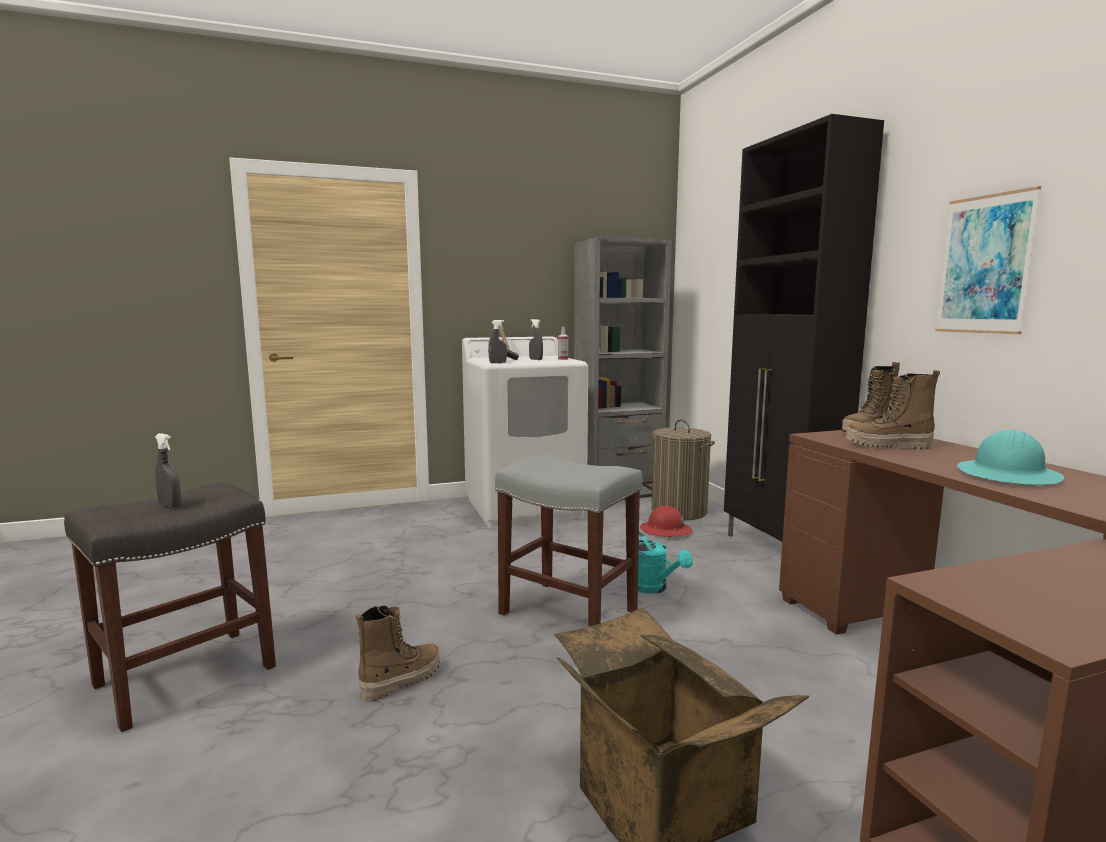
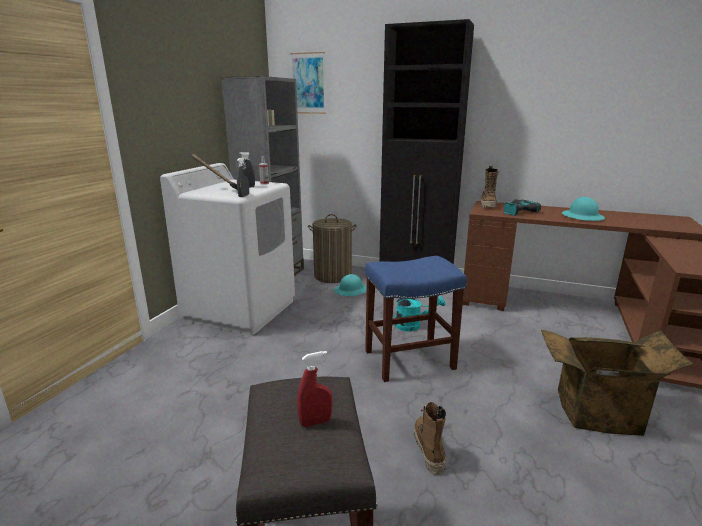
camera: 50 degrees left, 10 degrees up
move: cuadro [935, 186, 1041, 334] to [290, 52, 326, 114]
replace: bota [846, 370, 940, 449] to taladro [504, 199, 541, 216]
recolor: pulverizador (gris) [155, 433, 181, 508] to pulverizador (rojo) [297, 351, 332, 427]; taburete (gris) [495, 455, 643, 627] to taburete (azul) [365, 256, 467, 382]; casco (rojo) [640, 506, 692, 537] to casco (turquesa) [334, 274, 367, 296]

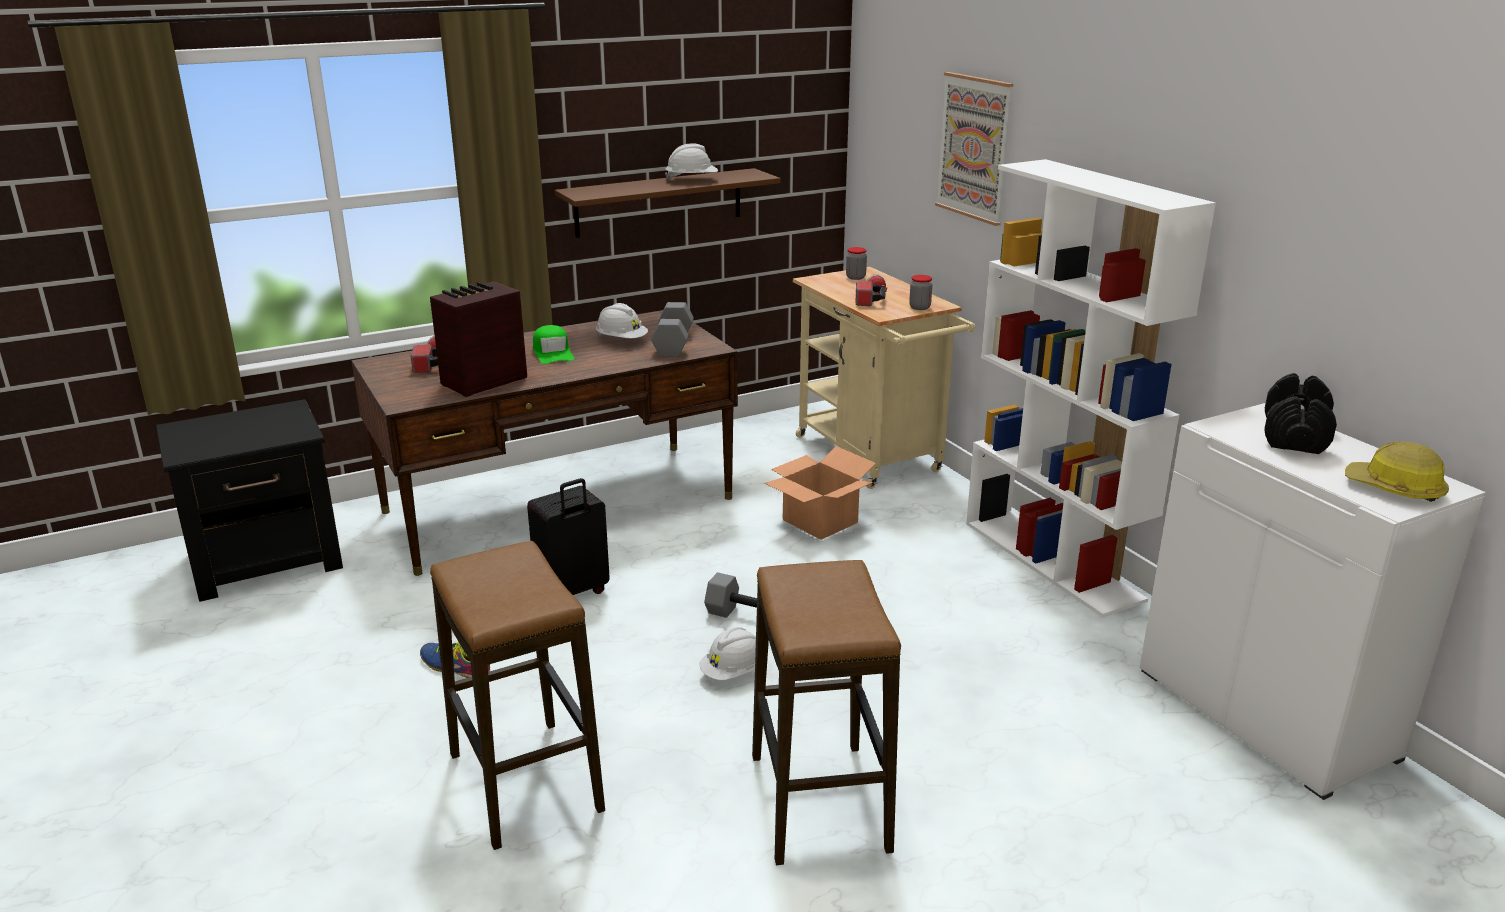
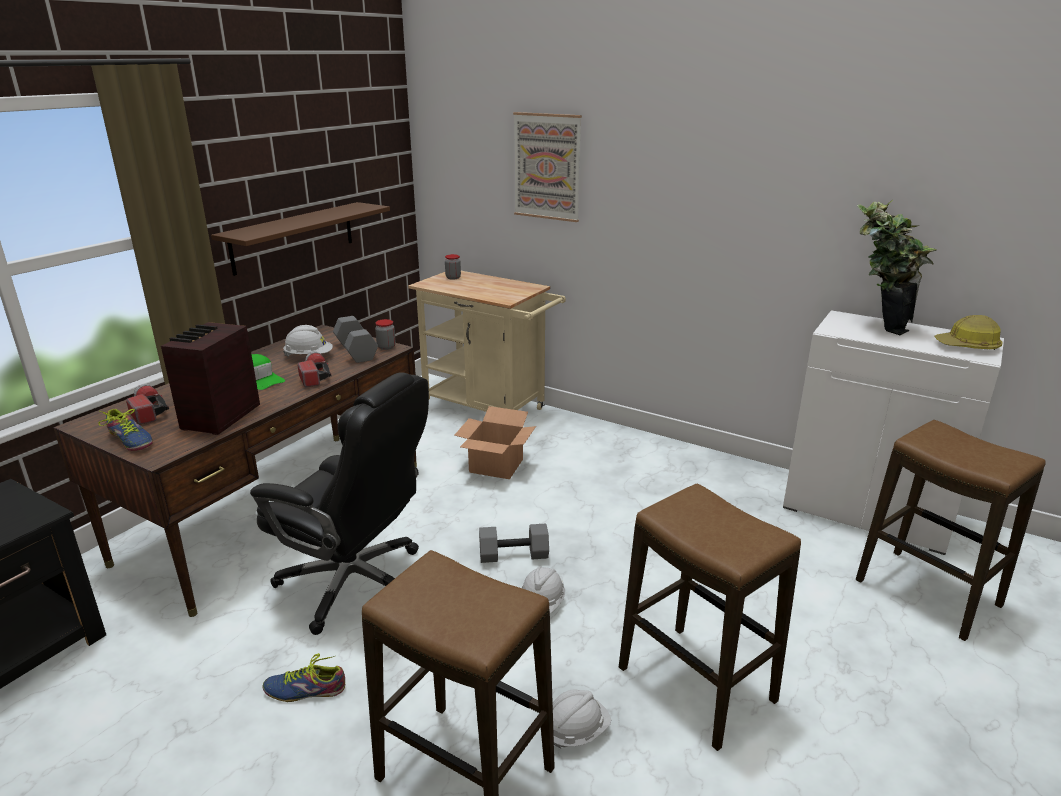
camera: 30 degrees left, 0 degrees up
delete: estantería (blanco) [966, 159, 1216, 618]
insert: zapato [98, 409, 153, 451]; taburete [856, 420, 1046, 641]
move: casco (blanco) [665, 143, 718, 181] to [553, 689, 611, 748]; linterna [856, 274, 887, 306] to [297, 351, 332, 387]; tarro [909, 275, 932, 310] to [375, 319, 396, 350]
replace: mancuerna (negro) [1265, 373, 1337, 454] to planta en maceta [857, 200, 936, 335]; maleta (negro) [527, 478, 610, 595] to silla de oficina (negro) [250, 372, 429, 635]

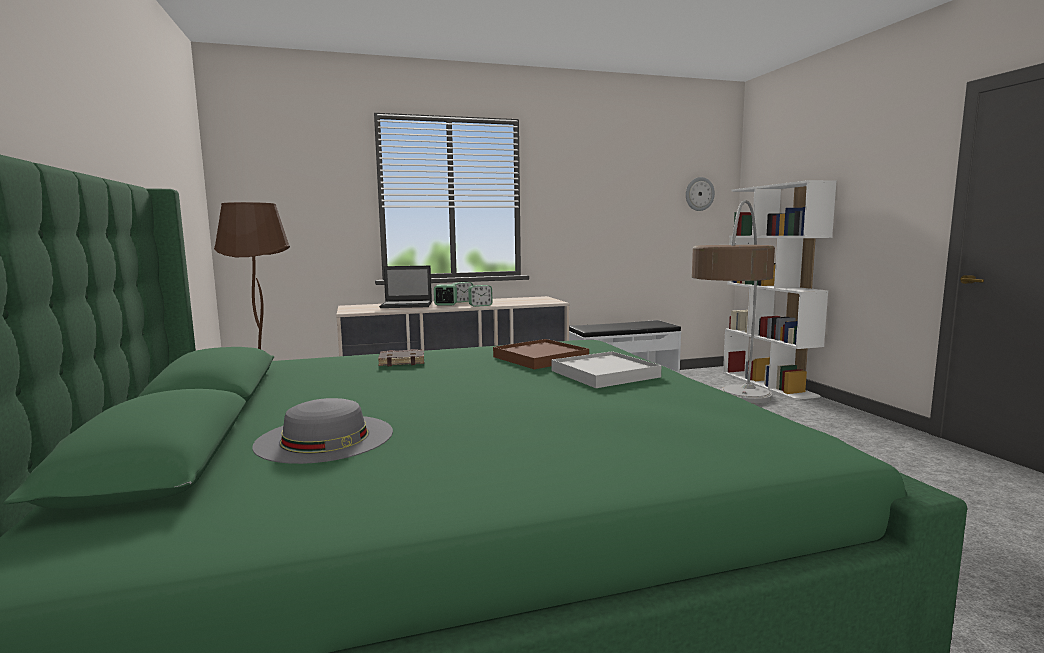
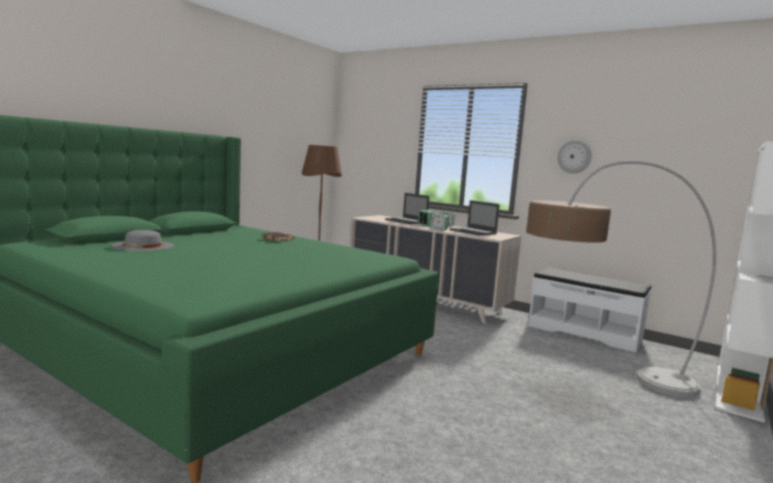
camera: 50 degrees right, 0 degrees up
delete: bandeja (marrón) [493, 339, 589, 369]; bandeja (blanco) [552, 351, 661, 388]
insert: portátil [450, 200, 500, 236]
move: reloj de pared [686, 177, 715, 211] to [557, 140, 591, 174]

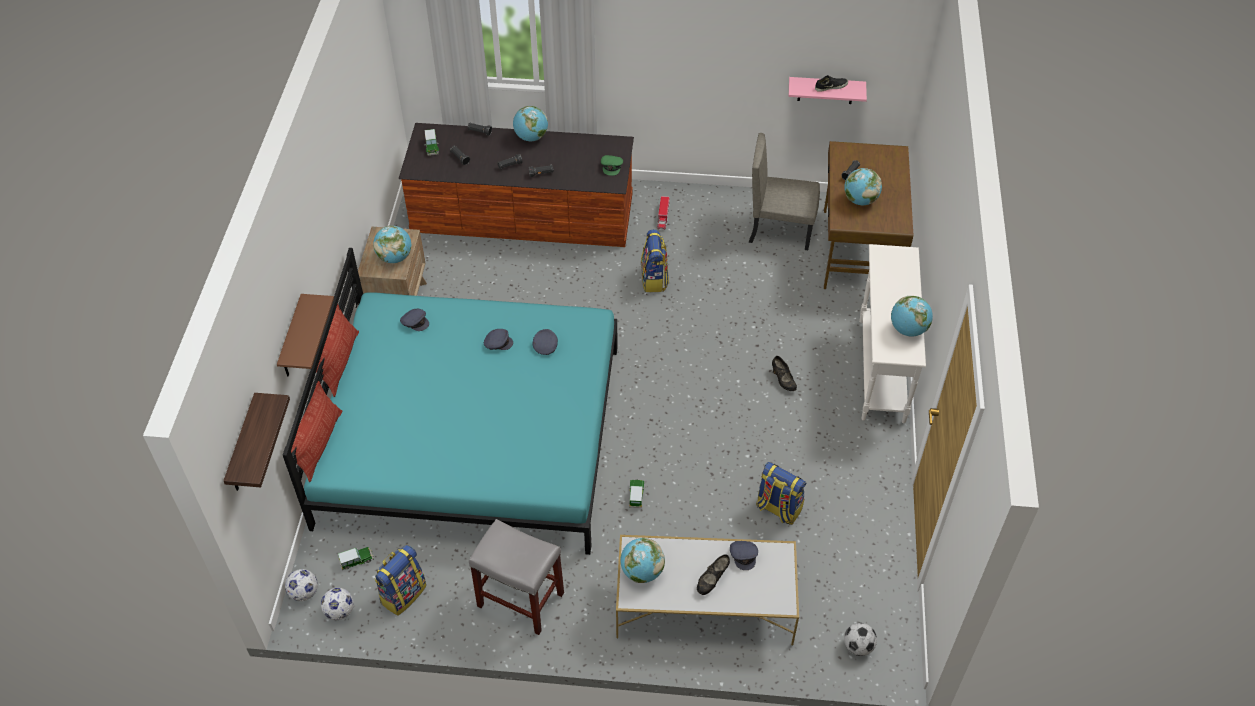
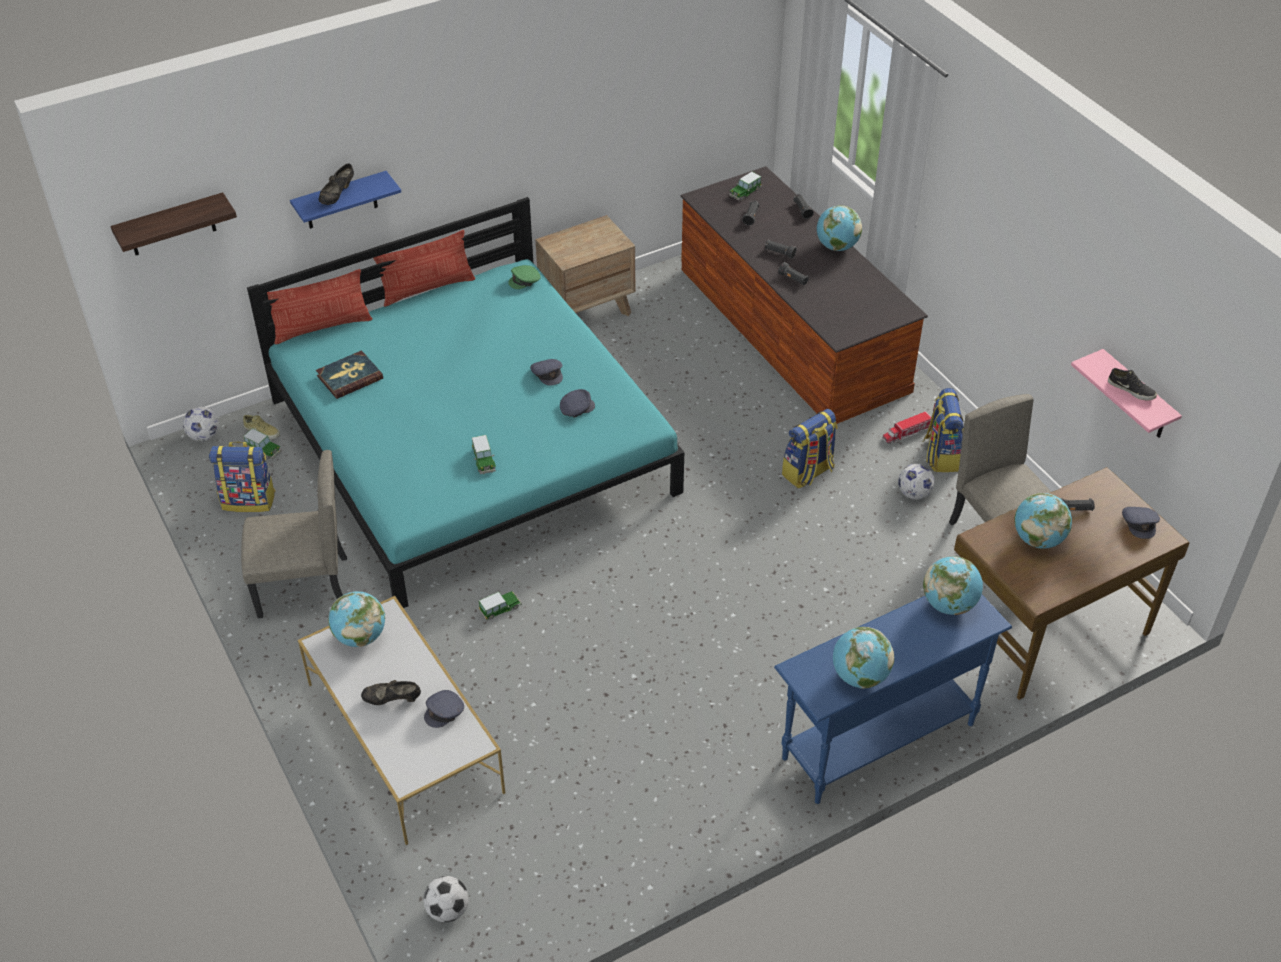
camera: 55 degrees right, 5 degrees down
insert: libro [316, 350, 383, 399]; zapato (beis) [243, 415, 280, 439]; coche de juguete [472, 435, 496, 474]
move: gorra (verde) [601, 155, 623, 176] to [508, 265, 541, 289]; globo terráqueo [373, 225, 411, 263] to [923, 556, 983, 615]; gorra (gris) [400, 309, 429, 331] to [1122, 507, 1160, 539]; zapato (negro) [772, 356, 797, 391] to [318, 163, 354, 205]; mochila [756, 462, 806, 525] to [923, 388, 964, 472]; balón de fútbol [321, 588, 354, 620] to [898, 464, 935, 499]
replace: taburete (gris) [469, 519, 564, 635] to silla (beis) [241, 450, 347, 618]
recolor: mesa consola (blanco) [859, 244, 926, 424] to mesa consola (azul) [774, 595, 1012, 804]; estante (marrón) [277, 294, 334, 376] to estante (azul) [290, 171, 401, 229]

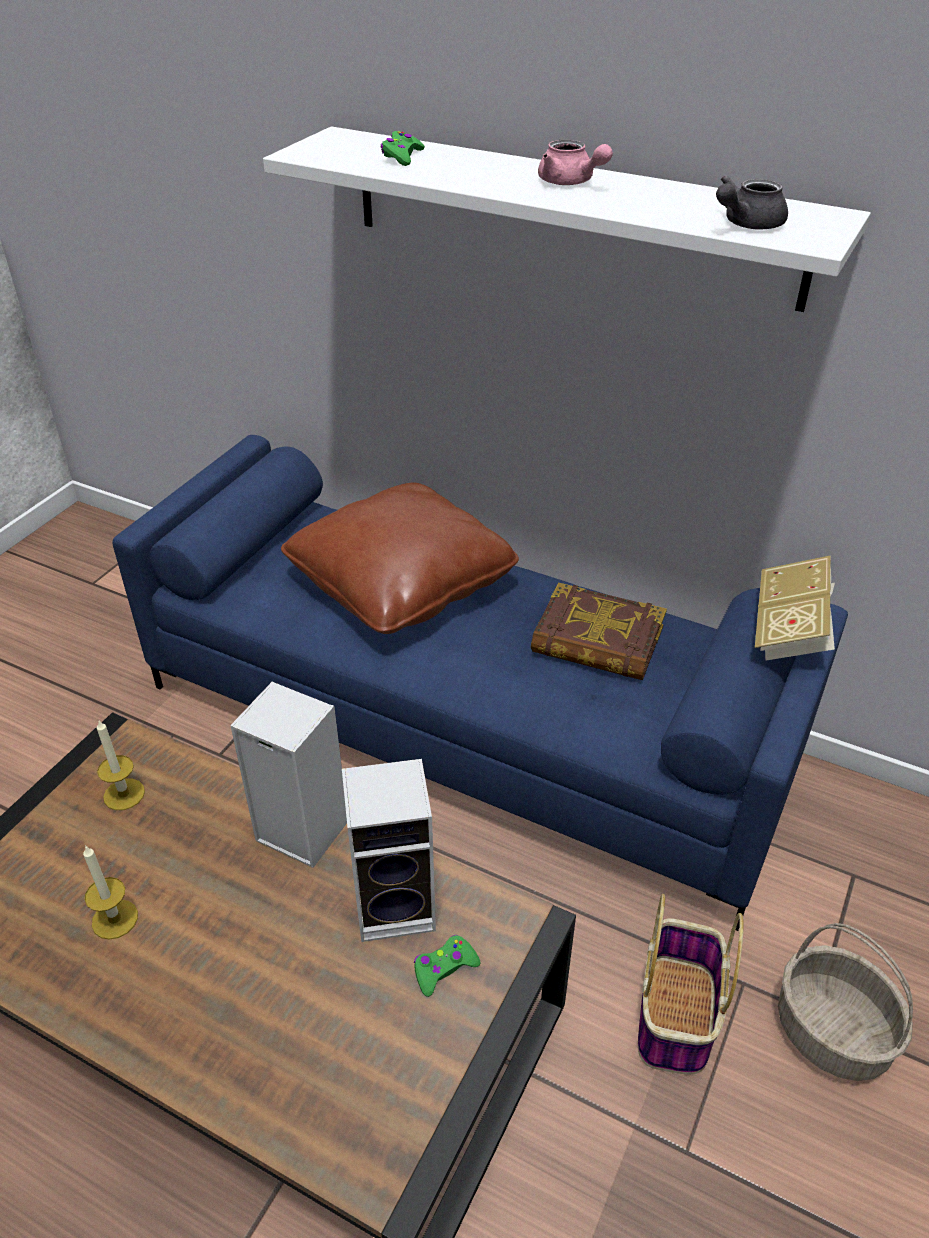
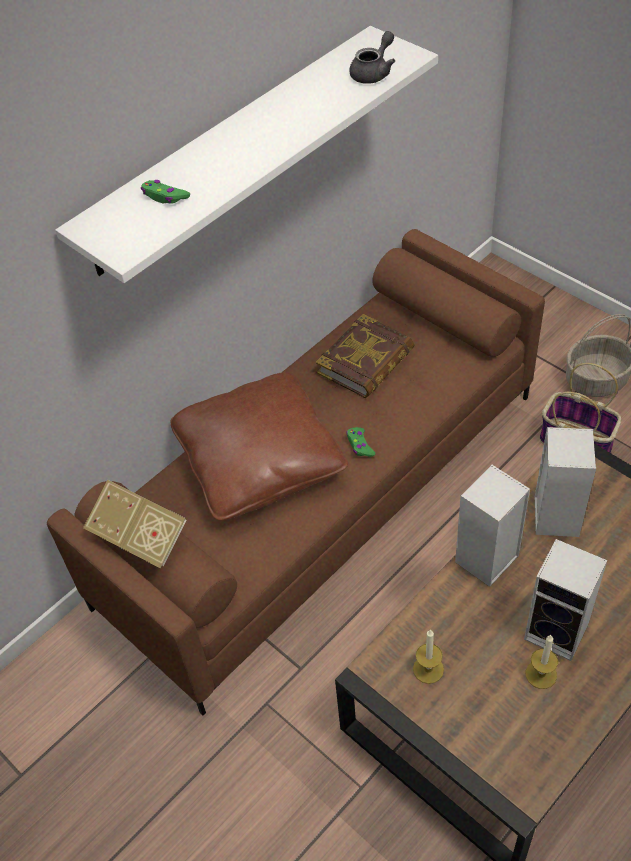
camera: 70 degrees left, 10 degrees up
delete: tetera (rosa) [538, 139, 613, 185]
insert: altavoz [524, 539, 607, 661]
move: libro [755, 556, 835, 660] to [83, 480, 186, 568]; mando de consola (verde) [414, 935, 480, 997] to [346, 427, 375, 457]
recolor: sofá (azul) [113, 435, 848, 931] to sofá (marrón) [47, 229, 545, 716]
rotate: tetera (gris) [716, 175, 788, 230] = [349, 31, 395, 84] 120 degrees counterclockwise

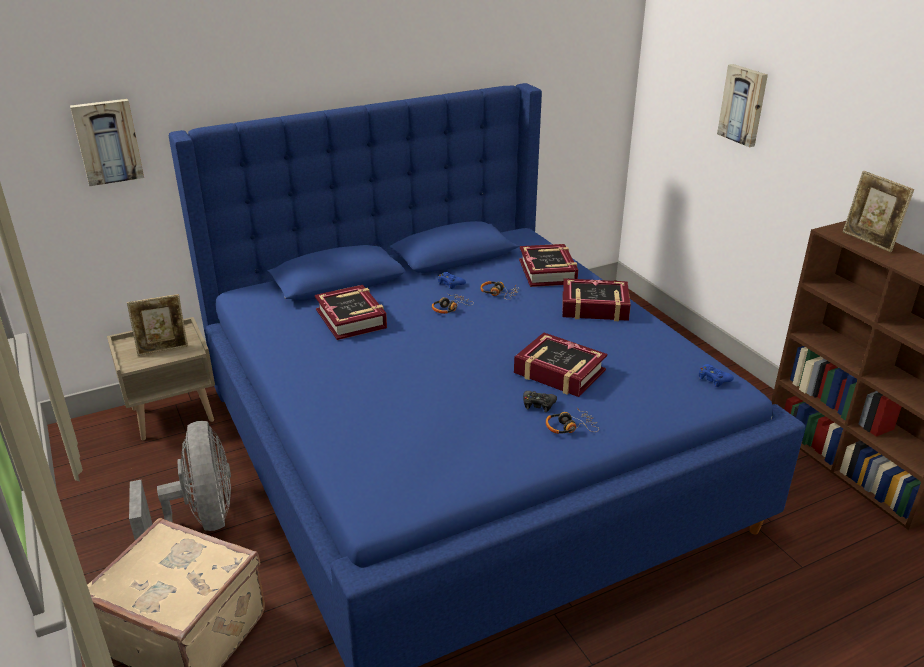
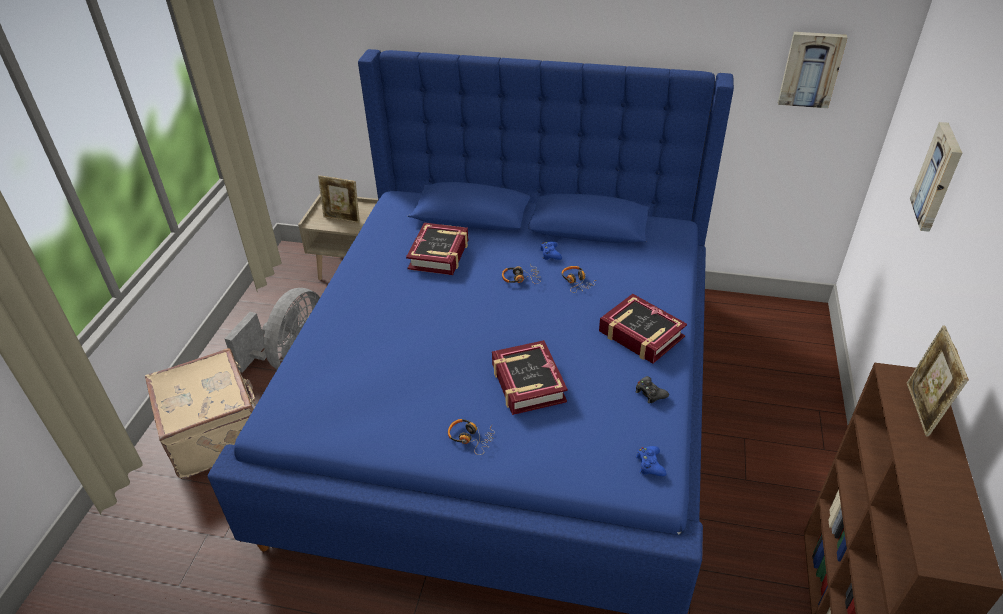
camera: 40 degrees right, 10 degrees up
delete: libro [519, 244, 578, 287]
move: cuadro [70, 99, 144, 186] to [778, 32, 848, 108]; mando de consola (negro) [523, 391, 557, 412] to [636, 376, 669, 403]

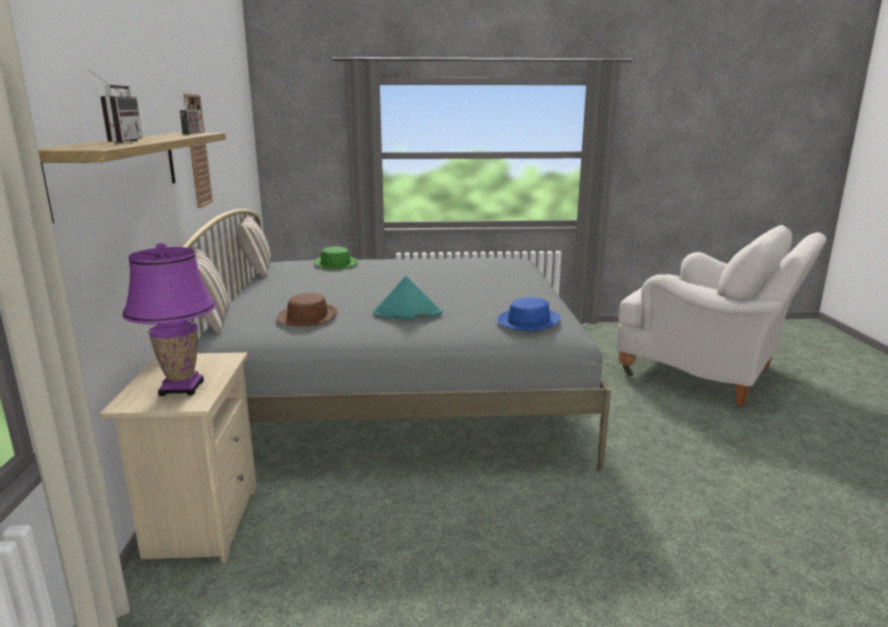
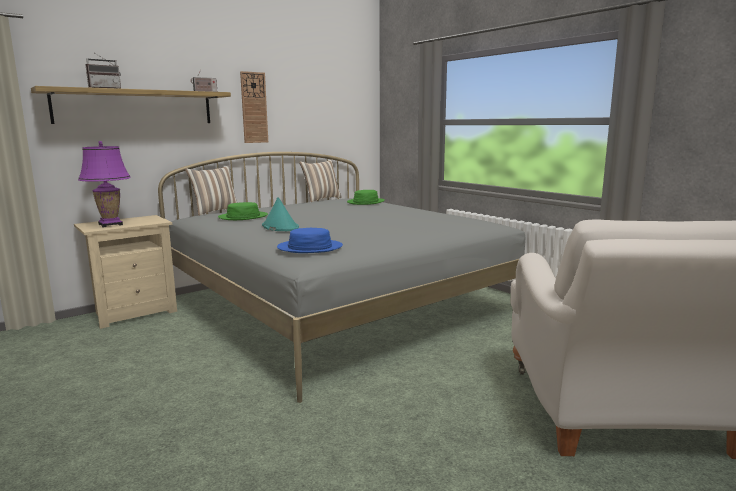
camera: 55 degrees right, 5 degrees down
recolor: sombrero (marrón) [277, 293, 338, 326] to sombrero (verde) [218, 202, 268, 220]

